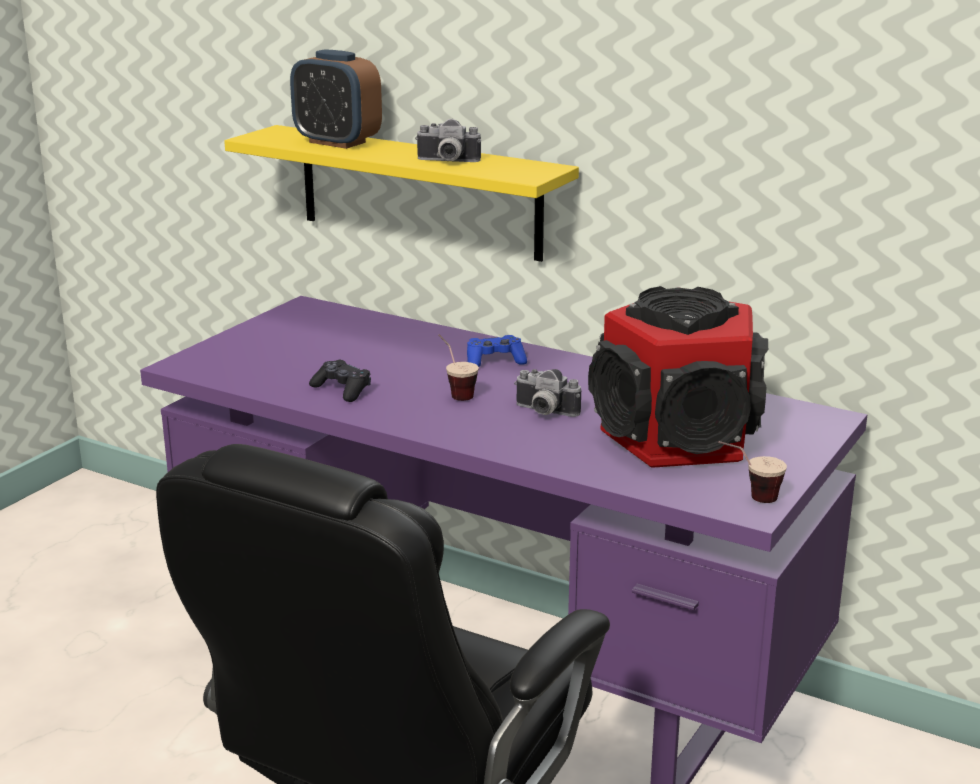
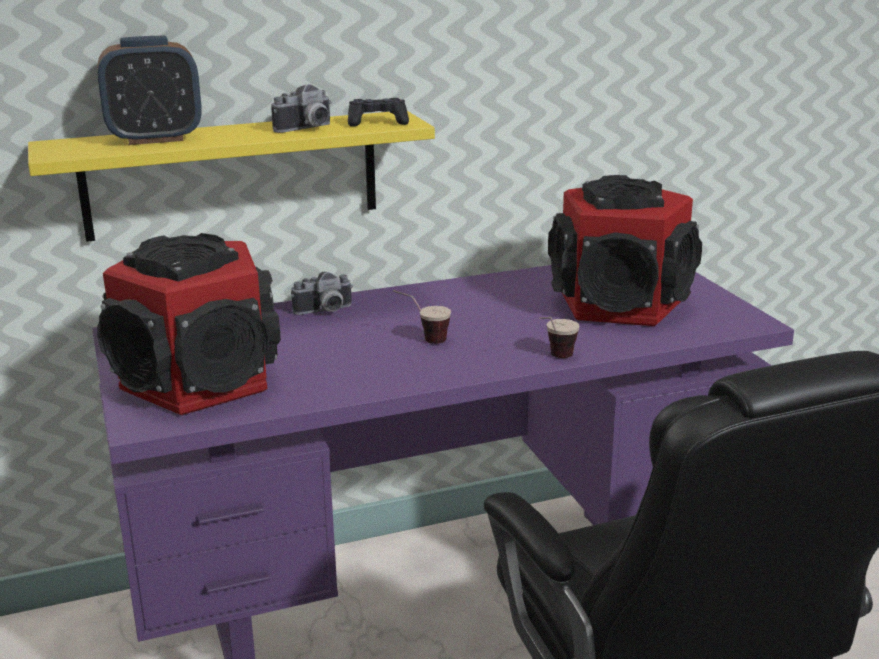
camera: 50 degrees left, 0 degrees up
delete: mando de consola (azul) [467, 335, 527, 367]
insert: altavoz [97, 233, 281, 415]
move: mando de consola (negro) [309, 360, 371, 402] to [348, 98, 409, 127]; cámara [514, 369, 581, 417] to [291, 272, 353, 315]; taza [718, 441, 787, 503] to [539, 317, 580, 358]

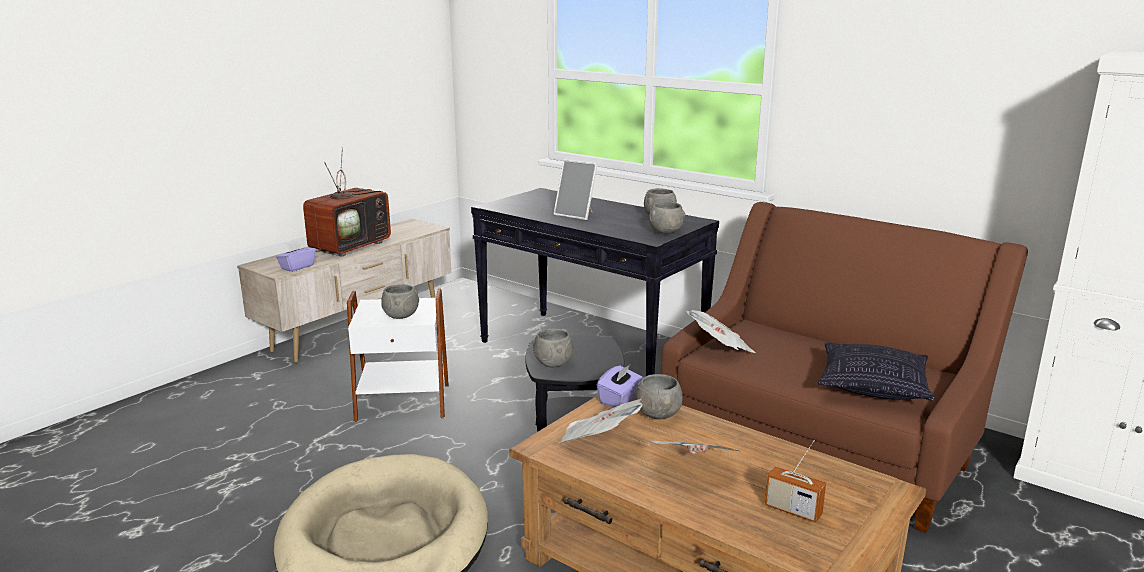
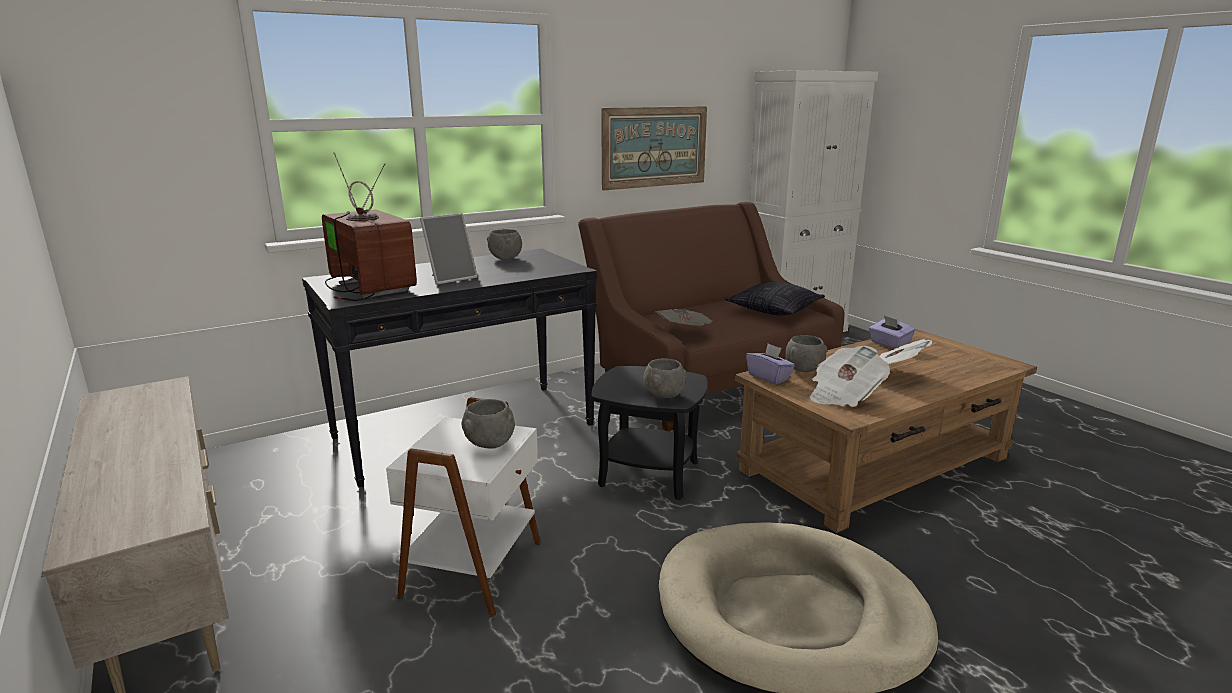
camera: 70 degrees left, 0 degrees up
delete: cuenco (gris) [649, 202, 685, 234]; radio [765, 440, 826, 523]
insert: cuadro [601, 106, 707, 190]
move: televisor [303, 147, 391, 257] to [322, 152, 417, 301]; caja de pañuelos (morado) [276, 240, 316, 272] to [869, 315, 915, 349]

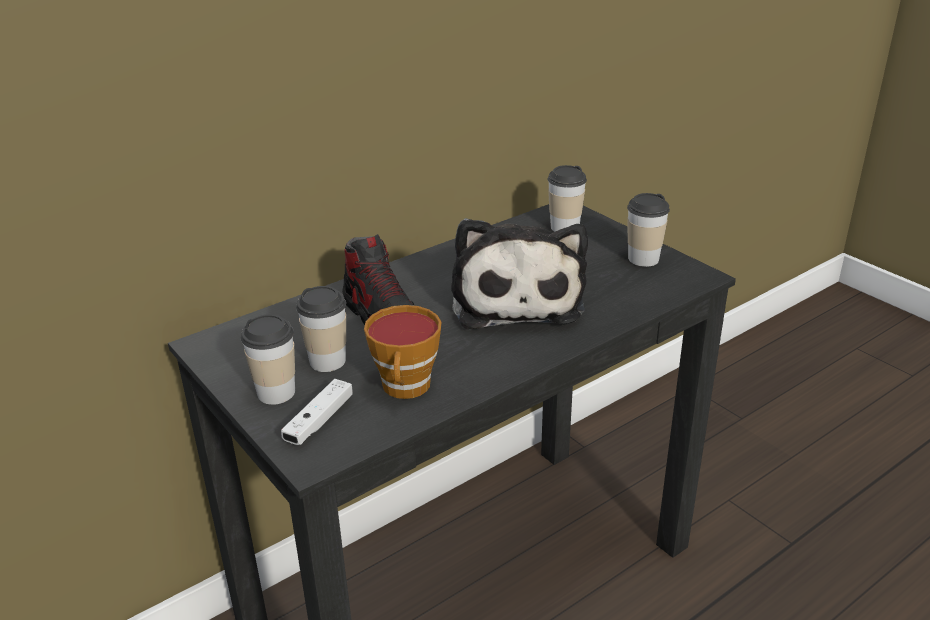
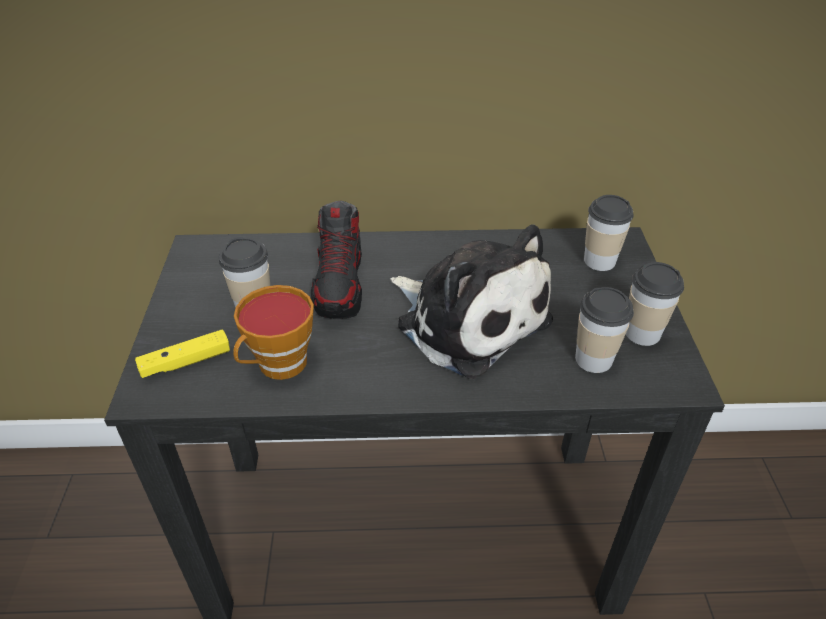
camera: 35 degrees right, 10 degrees up
move: taza [241, 314, 295, 405] to [575, 287, 634, 373]
recolor: mando de consola (blanco) [281, 379, 353, 445] to mando de consola (amarillo) [135, 330, 230, 378]
rotate: peluche [451, 218, 588, 329] = [390, 225, 553, 379] 75 degrees counterclockwise

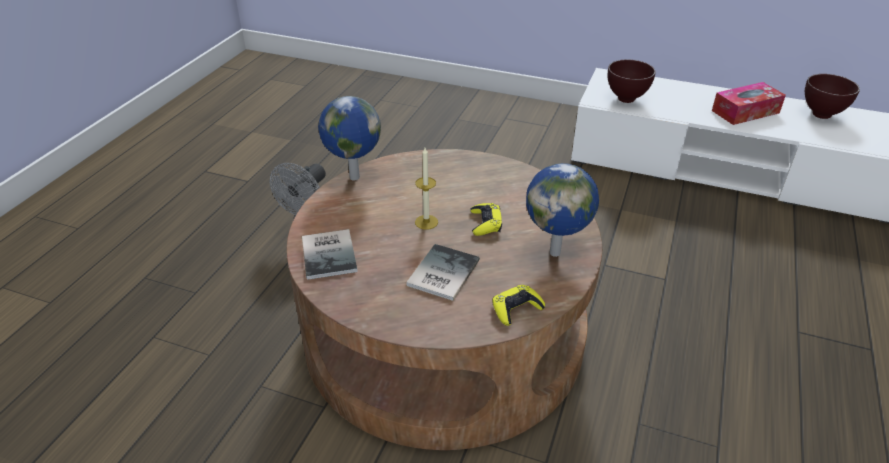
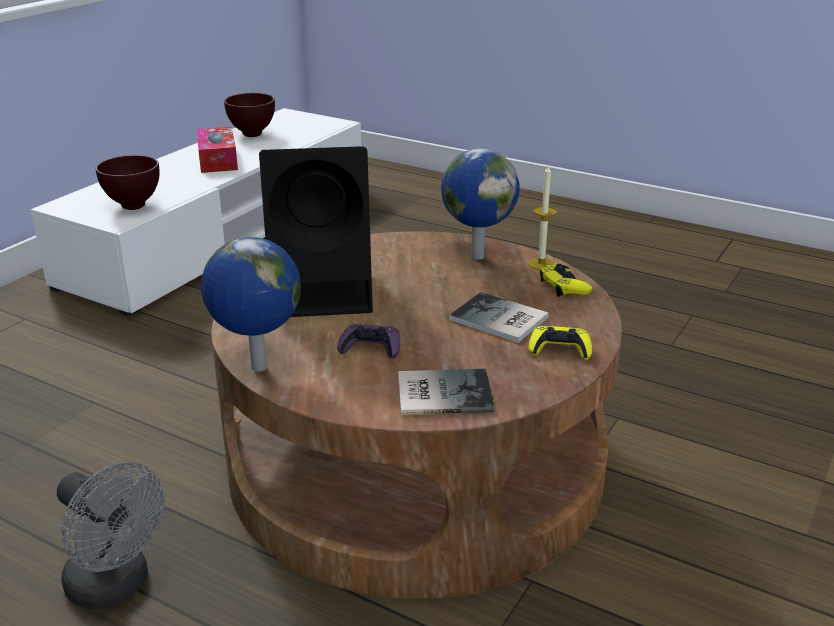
camera: 80 degrees left, 10 degrees down
insert: altavoz (negro) [259, 146, 373, 317]; mando de consola (morado) [337, 324, 400, 359]
move: vela [415, 148, 438, 230] to [528, 164, 557, 270]; mando de consola (amarillo) [470, 203, 502, 236] to [529, 326, 592, 360]

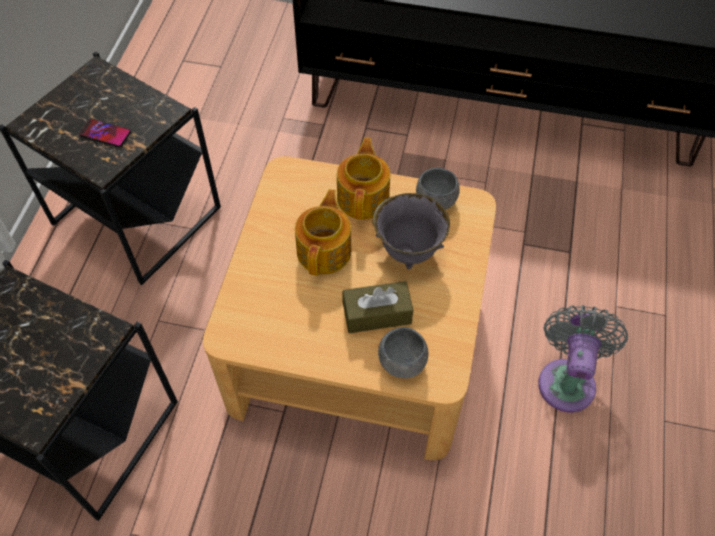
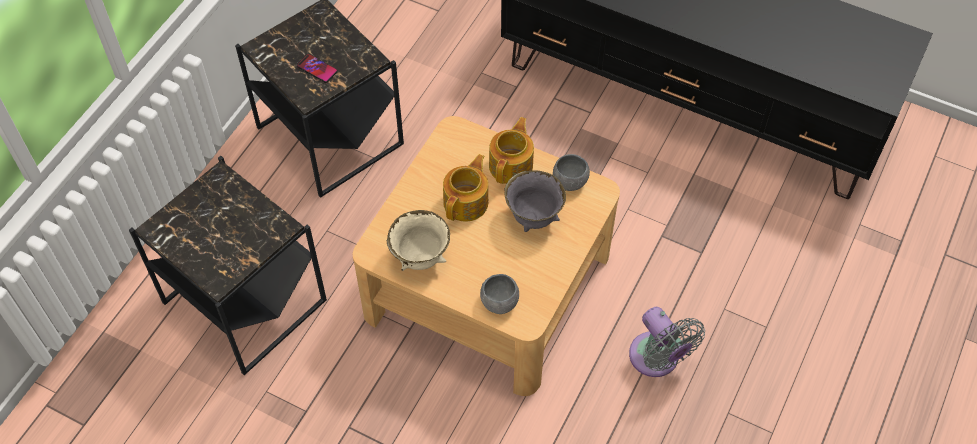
camera: 15 degrees right, 0 degrees up
delete: caja de pañuelos (marrón) [342, 281, 413, 333]
insert: cuenco (beis) [387, 210, 450, 271]
rotate: ventilador (gris) [538, 305, 628, 412] = [629, 307, 705, 377] 120 degrees clockwise

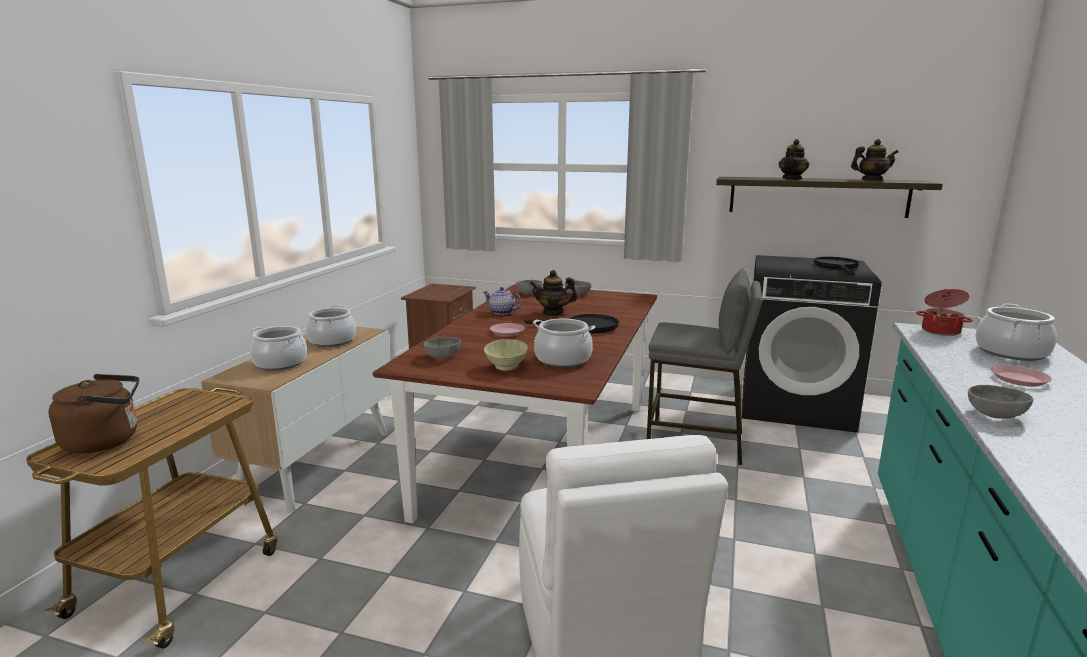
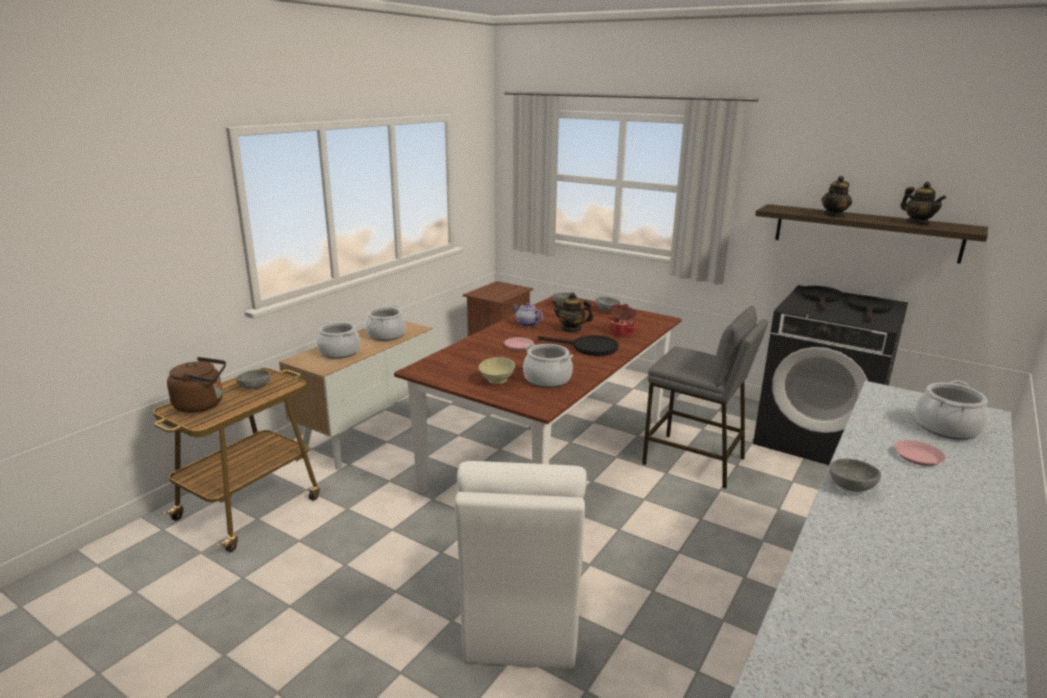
camera: 15 degrees right, 5 degrees up
insert: sartén (negro) [800, 286, 844, 311]
move: olla [916, 289, 973, 336] to [609, 304, 637, 337]; cuenco (gris) [424, 337, 461, 359] to [236, 369, 270, 389]
rotate: tetera [851, 139, 899, 180] = [900, 182, 946, 225] 45 degrees clockwise

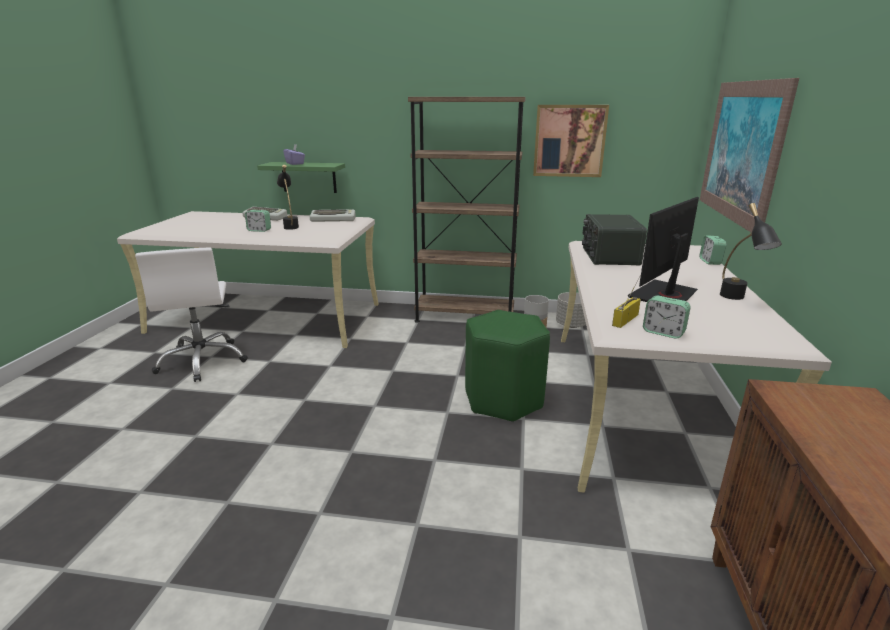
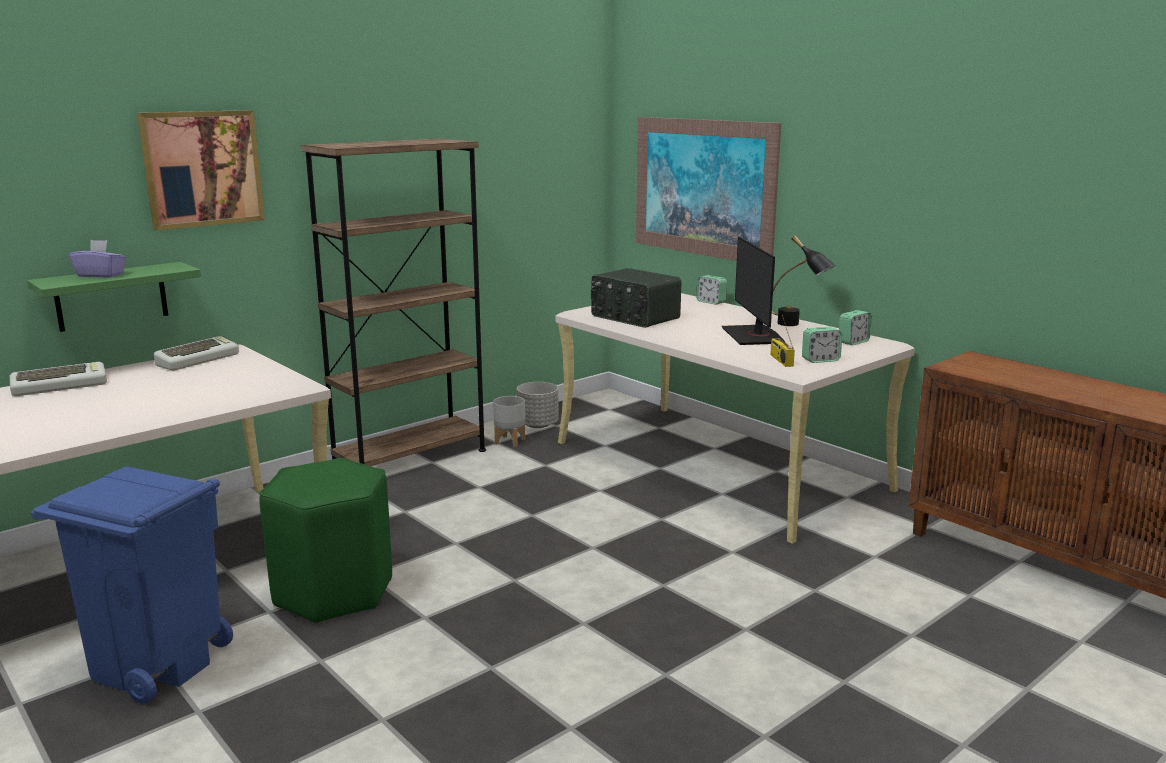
camera: 50 degrees left, 5 degrees down
delete: lámpara de mesa (negro) [277, 164, 299, 230]
move: cuadro [533, 105, 609, 177] to [137, 110, 265, 231]; despertador [245, 210, 271, 232] to [839, 310, 872, 345]; taburete (verde) [465, 310, 550, 422] to [259, 458, 392, 624]
replace: silla de oficina (blanco) [135, 248, 248, 382] to papelera (azul) [31, 467, 233, 704]

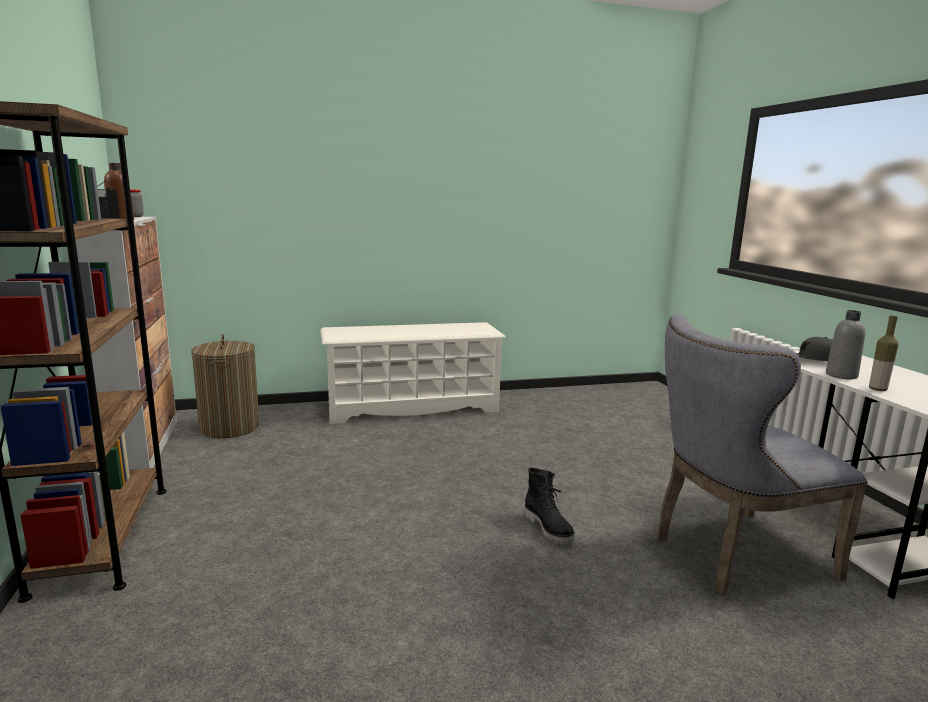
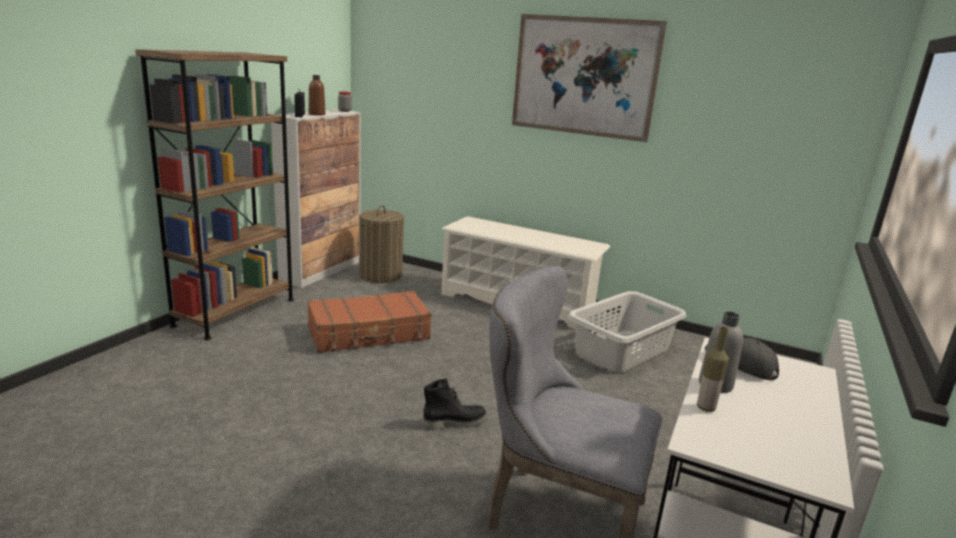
camera: 40 degrees right, 5 degrees up
insert: cuadro [512, 14, 667, 142]; maleta (marrón) [307, 291, 432, 353]; cesto de la ropa (gris) [568, 291, 686, 373]
rotate: bota (negro) [524, 468, 574, 544] = [423, 378, 487, 430] 120 degrees counterclockwise

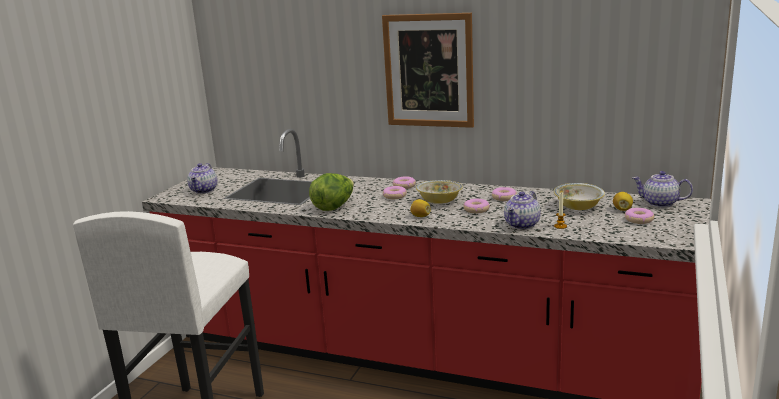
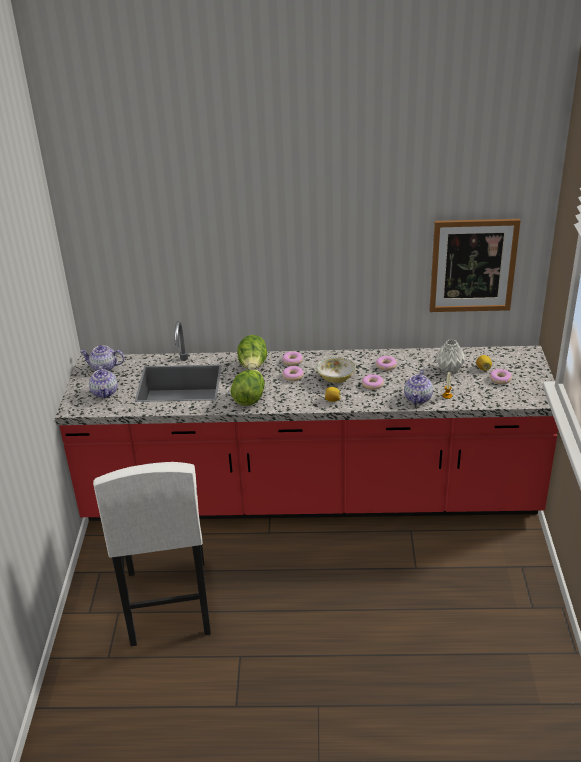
camera: 20 degrees left, 15 degrees up
insert: lechuga [237, 335, 267, 370]
move: cuadro [382, 13, 474, 128] to [429, 219, 521, 312]; tetera [632, 171, 693, 207] to [80, 345, 124, 371]
replace: cuenco [554, 183, 605, 210] to florero (gris) [435, 339, 465, 374]

